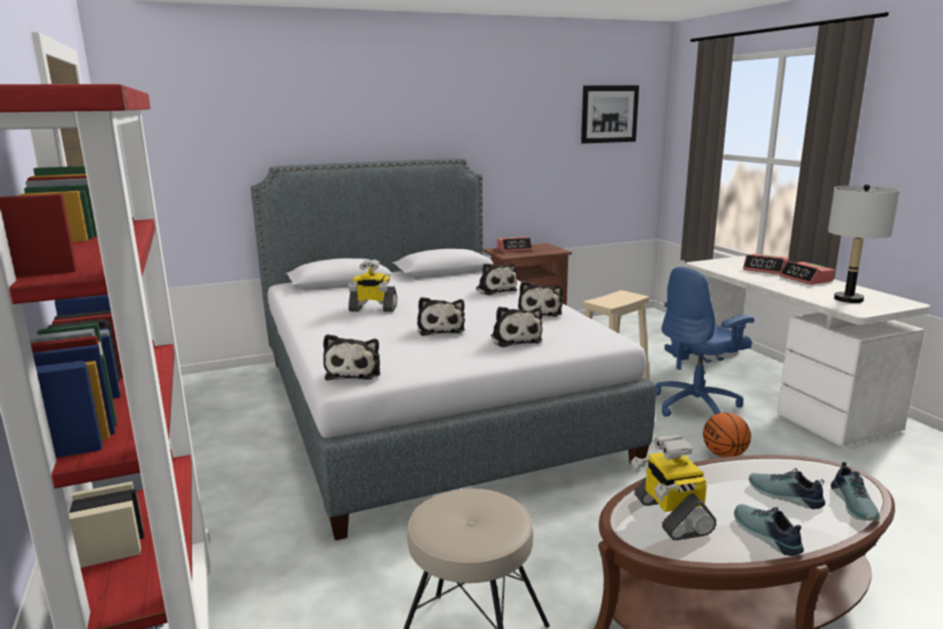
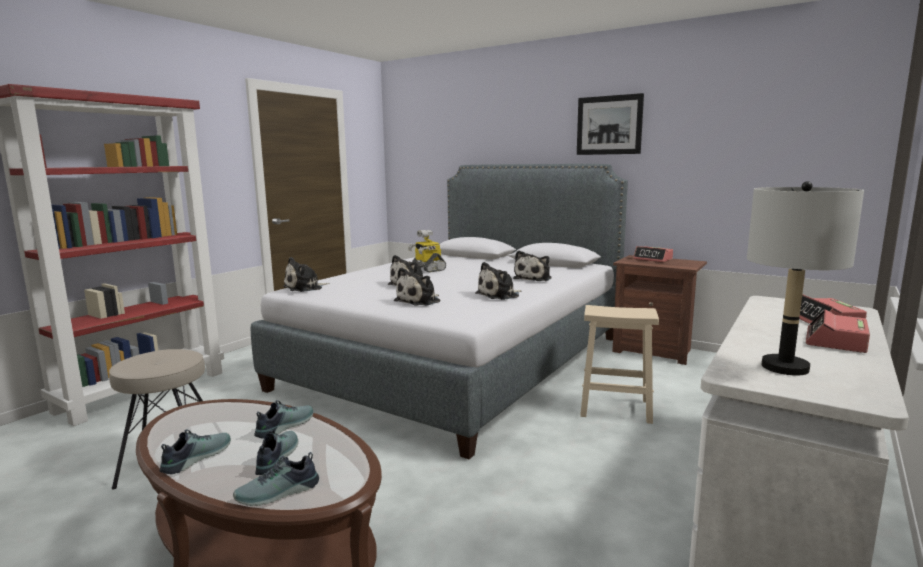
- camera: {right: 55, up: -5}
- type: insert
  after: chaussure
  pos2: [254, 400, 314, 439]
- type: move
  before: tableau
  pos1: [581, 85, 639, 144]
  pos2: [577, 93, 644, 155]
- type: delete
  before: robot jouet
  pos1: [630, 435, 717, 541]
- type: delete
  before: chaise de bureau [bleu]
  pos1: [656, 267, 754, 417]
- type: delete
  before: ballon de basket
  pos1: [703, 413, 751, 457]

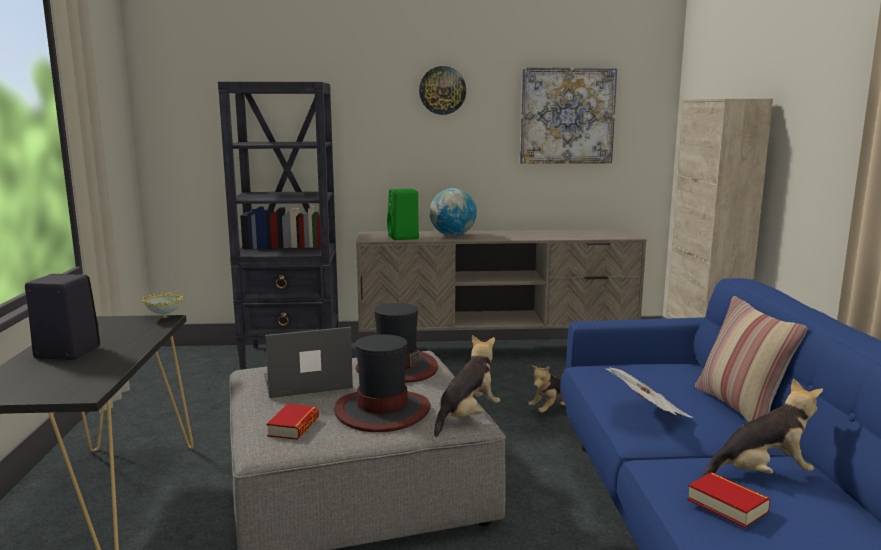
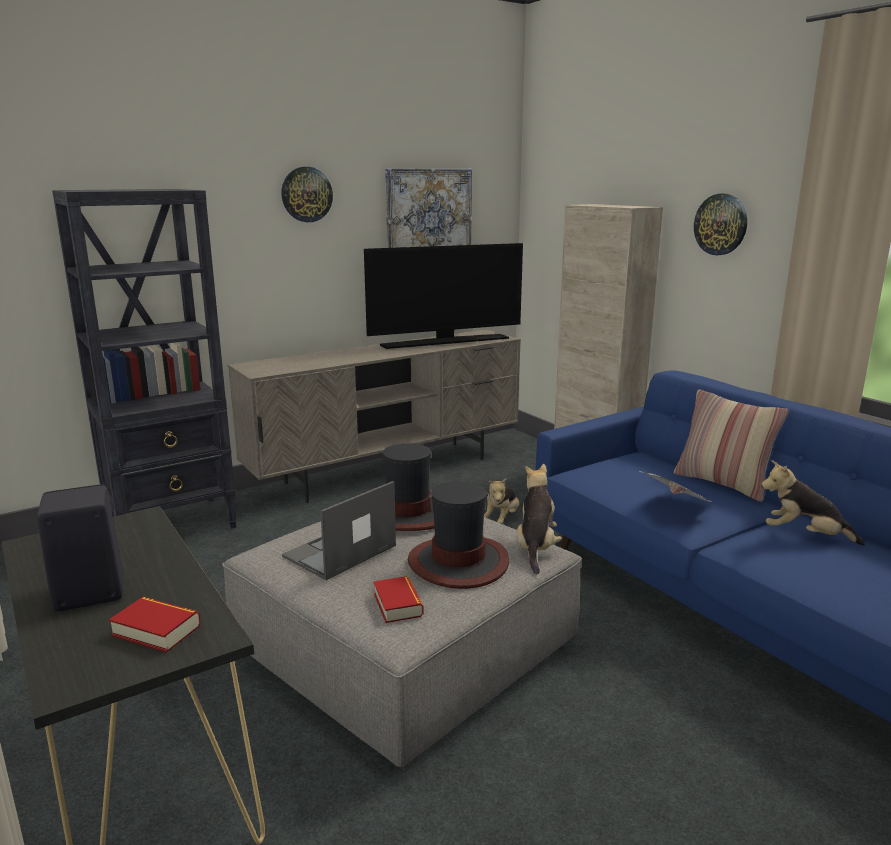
- camera: {right: -30, up: 5}
- type: move
  before: livre
  pos1: [687, 472, 770, 528]
  pos2: [109, 597, 201, 653]
- type: insert
  after: téléviseur
  pos2: [364, 243, 523, 349]
- type: insert
  after: horloge murale
  pos2: [694, 194, 747, 255]
- type: rotate
  before: peluche
  pos1: [701, 378, 823, 478]
  pos2: [761, 460, 865, 545]
  turn: -120
- type: delete
  before: bol
  pos1: [142, 292, 184, 318]
- type: delete
  before: enceinte [vert]
  pos1: [387, 188, 419, 240]
- type: delete
  before: globe
  pos1: [429, 188, 477, 236]

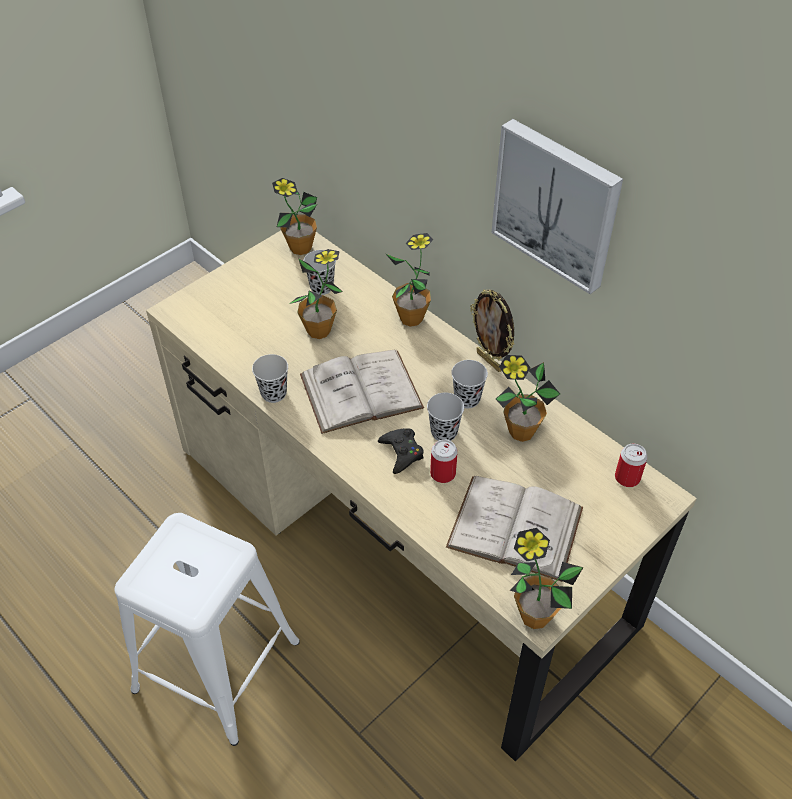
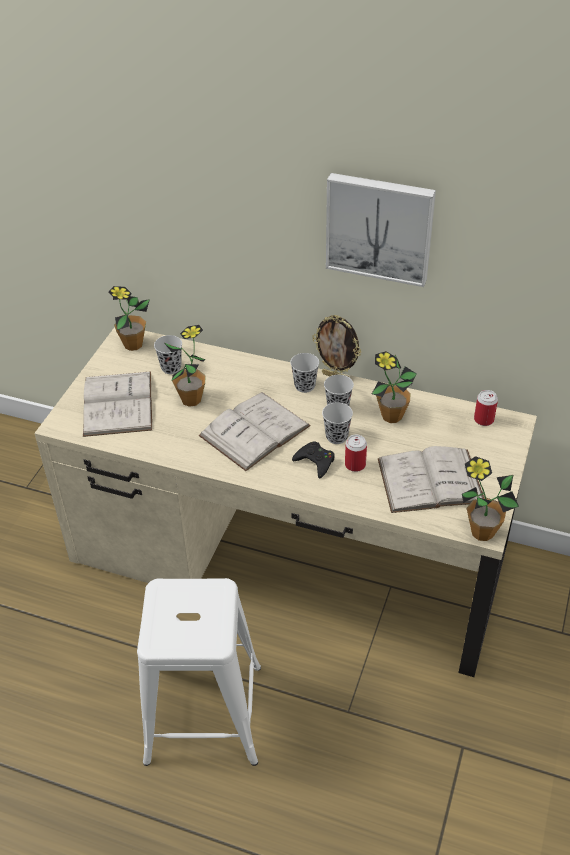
- camera: {right: -25, up: -5}
- type: insert
  after: livre [blanc]
  pos2: [83, 371, 152, 437]
- type: move
  before: tasse [noir]
  pos1: [252, 354, 288, 403]
  pos2: [290, 353, 319, 393]
- type: delete
  before: plante en pot
  pos1: [385, 233, 433, 327]

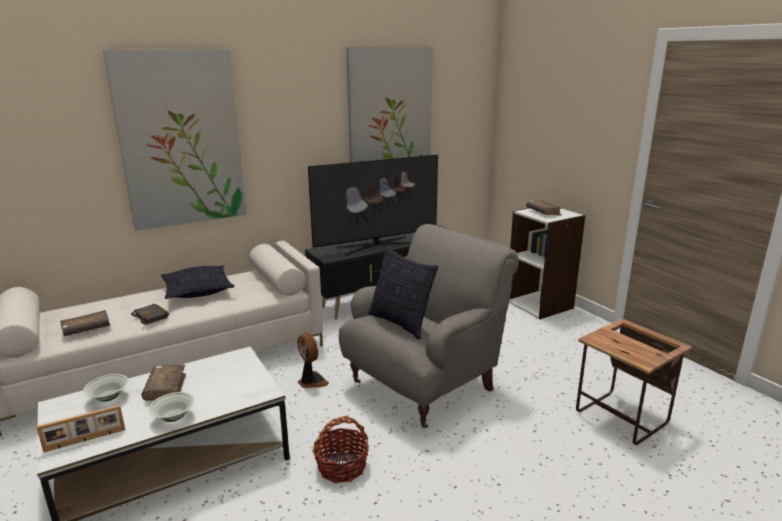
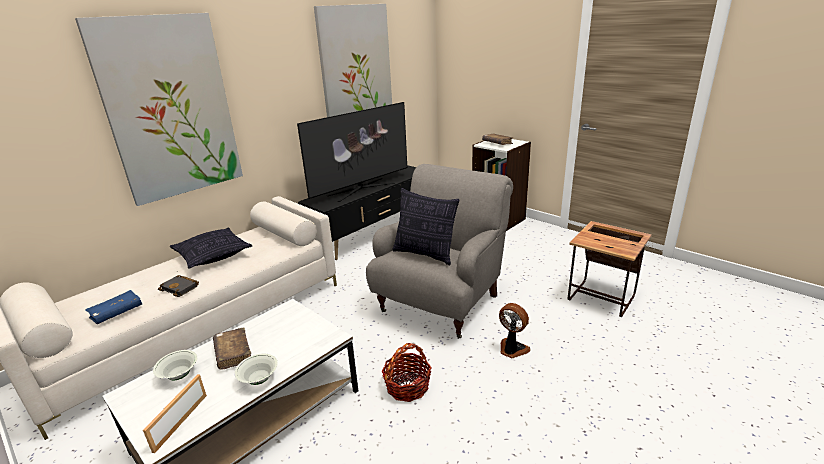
- camera: {right: -15, up: 5}
- type: recolor
  before: livre [marron]
  after: livre [bleu]
  pos1: [60, 310, 110, 336]
  pos2: [85, 290, 142, 324]
- type: rotate
  before: cadre photo
  pos1: [37, 405, 125, 453]
  pos2: [143, 374, 207, 453]
  turn: 150
- type: move
  before: ventilateur
  pos1: [297, 333, 329, 388]
  pos2: [499, 303, 531, 358]

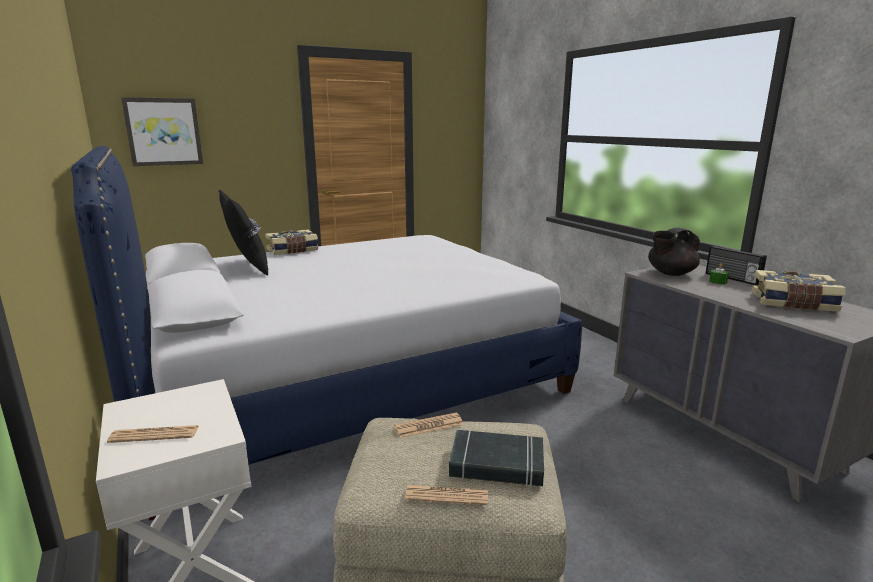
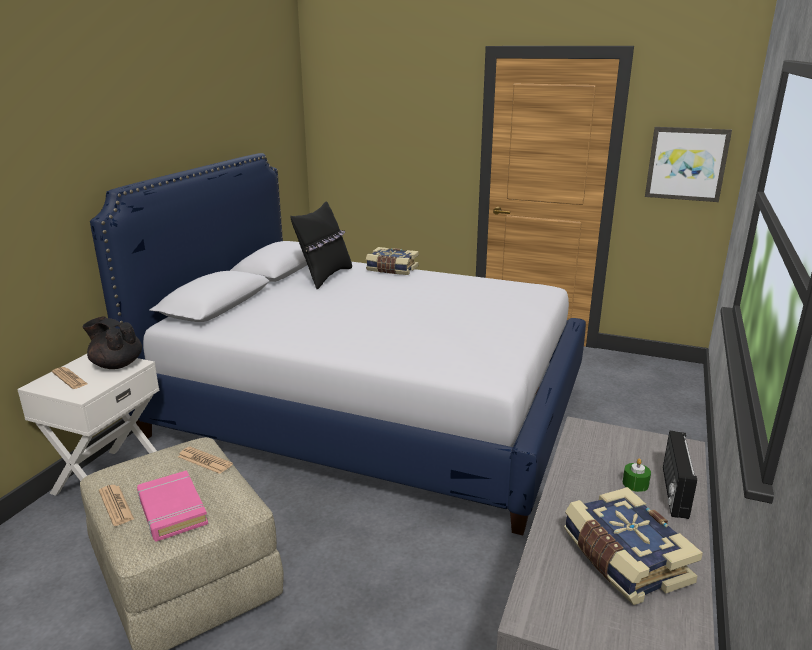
- camera: {right: 50, up: 5}
- type: move
  before: théière [noir]
  pos1: [648, 228, 700, 276]
  pos2: [82, 317, 142, 369]
- type: recolor
  before: livre [noir]
  after: livre [rose]
  pos1: [449, 430, 544, 487]
  pos2: [137, 470, 208, 541]
- type: move
  before: tableau
  pos1: [121, 97, 203, 166]
  pos2: [645, 127, 732, 202]

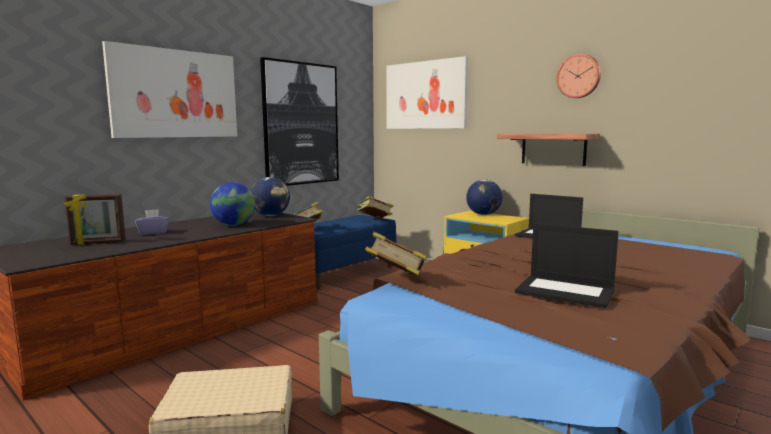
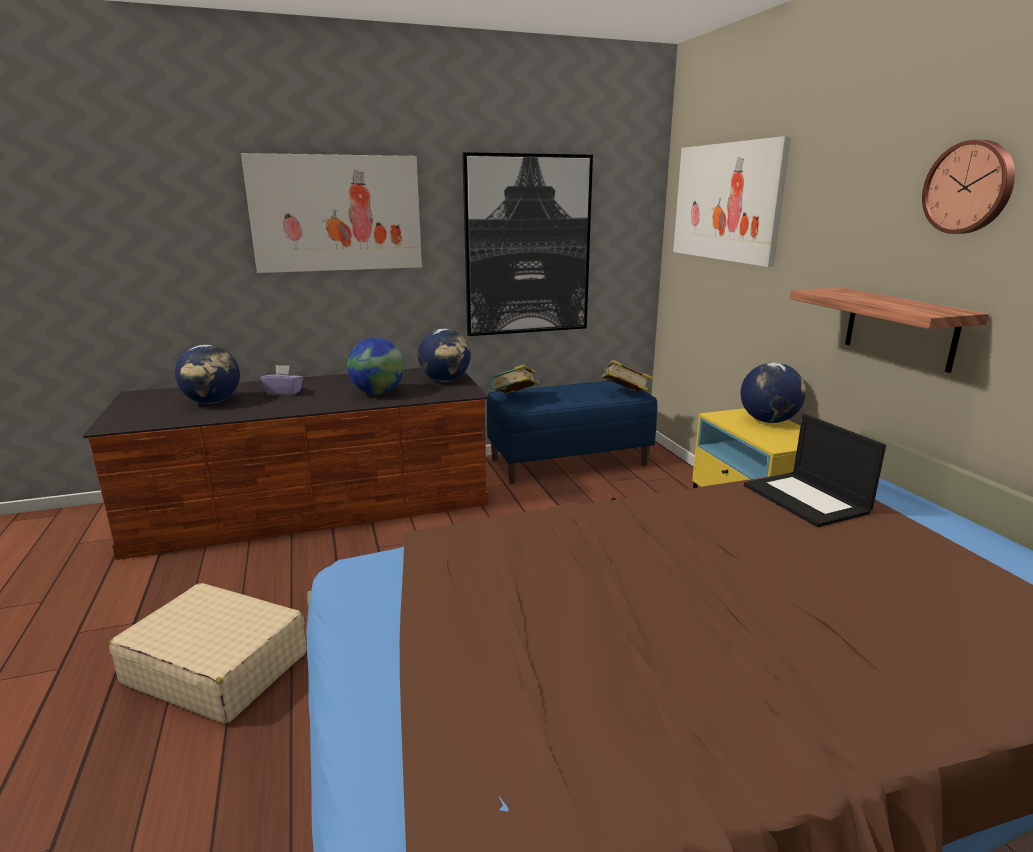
- camera: {right: 30, up: 10}
- type: replace
  before: cadre photo
  after: globe
  pos1: [64, 193, 126, 245]
  pos2: [175, 345, 240, 404]
- type: delete
  before: livre
  pos1: [365, 232, 427, 277]
- type: delete
  before: ordinateur portable
  pos1: [515, 223, 619, 308]

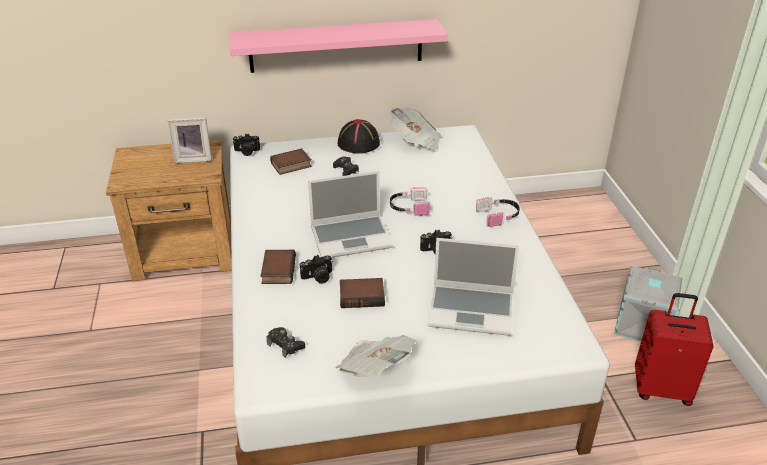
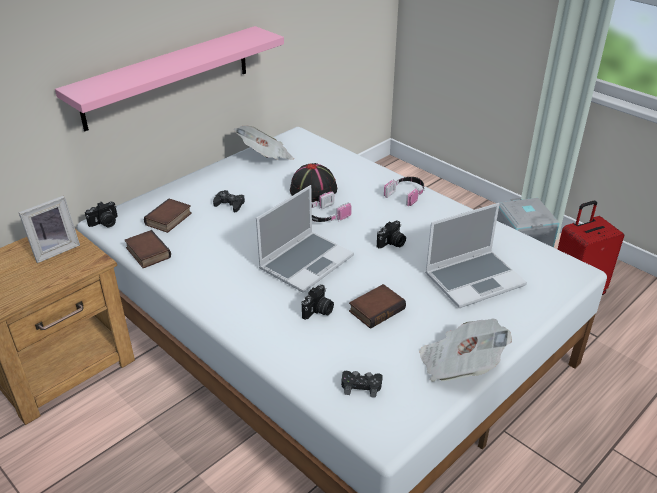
- camera: {right: -35, up: 0}
- type: move
  before: livre
  pos1: [261, 250, 296, 284]
  pos2: [125, 230, 171, 268]
- type: move
  before: chapeau [noir]
  pos1: [338, 119, 380, 154]
  pos2: [290, 163, 337, 202]

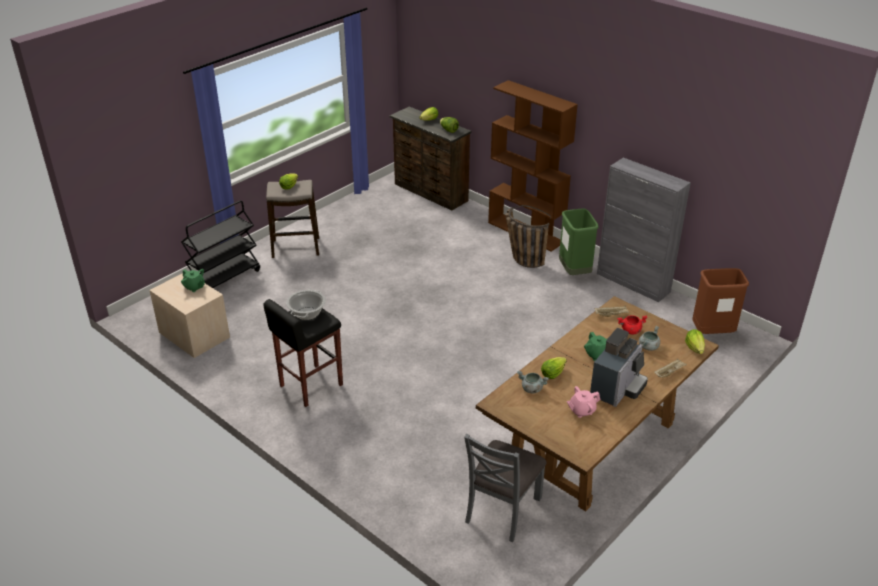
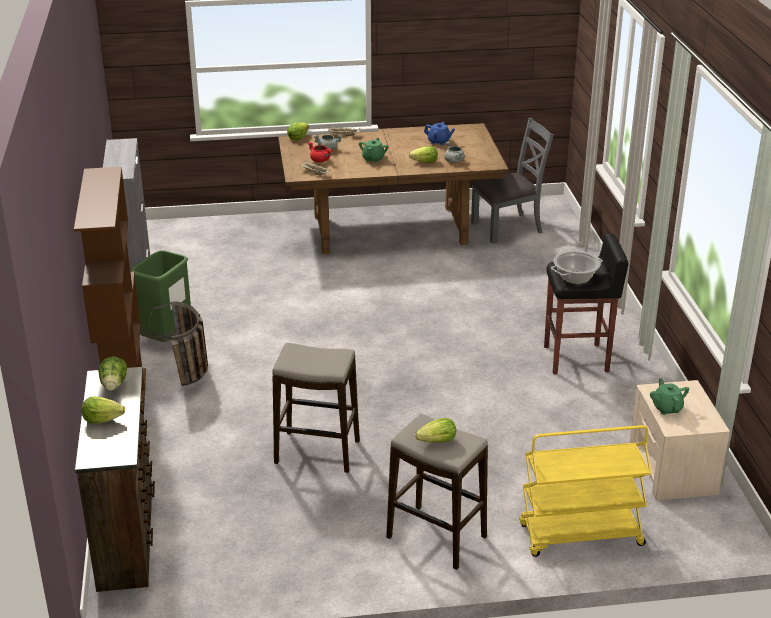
- camera: {right: -140, up: -5}
- type: insert
  after: tabouret
  pos2: [272, 343, 360, 473]
- type: recolor
  before: théière [rose]
  after: théière [bleu]
  pos1: [567, 386, 600, 418]
  pos2: [424, 122, 455, 146]
- type: recolor
  before: chariot [noir]
  after: chariot [jaune]
  pos1: [181, 201, 260, 288]
  pos2: [519, 425, 652, 557]
- type: delete
  before: machine à café
  pos1: [590, 328, 648, 407]
- type: delete
  before: poubelle [marron]
  pos1: [692, 268, 749, 334]

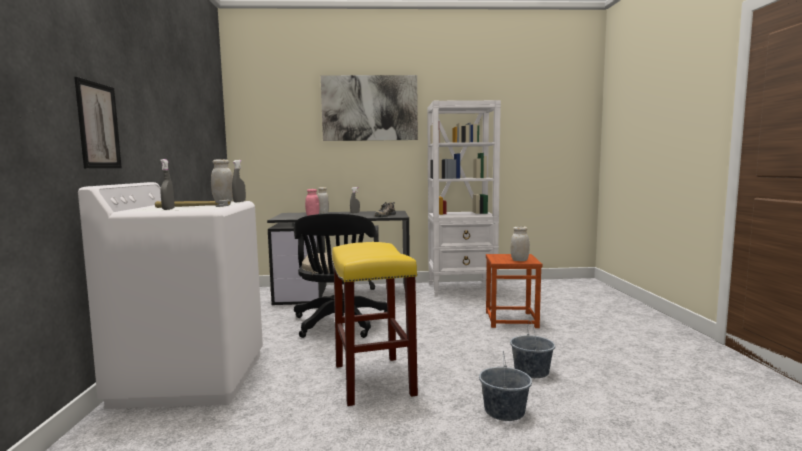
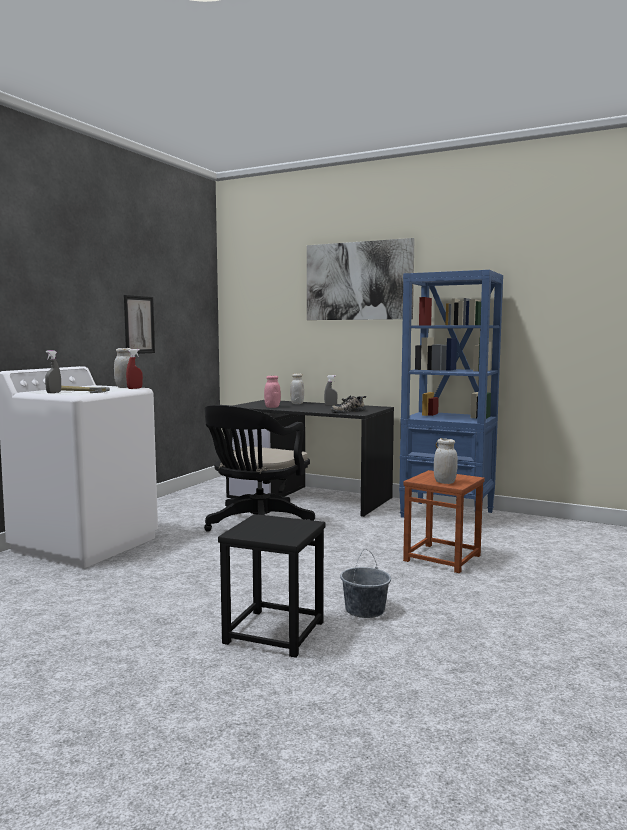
- camera: {right: 30, up: 0}
- type: move
  before: tableau
  pos1: [74, 77, 122, 168]
  pos2: [124, 295, 155, 354]
- type: recolor
  before: vaporisateur [gris]
  after: vaporisateur [rouge]
  pos1: [232, 160, 246, 202]
  pos2: [126, 349, 143, 389]
- type: replace
  before: seau [gris]
  after: tabouret [noir]
  pos1: [479, 351, 532, 421]
  pos2: [218, 514, 325, 658]
- type: recolor
  before: bibliothèque [blanc]
  after: bibliothèque [bleu]
  pos1: [427, 100, 501, 296]
  pos2: [399, 270, 503, 518]
- type: delete
  before: tabouret [jaune]
  pos1: [332, 242, 418, 406]

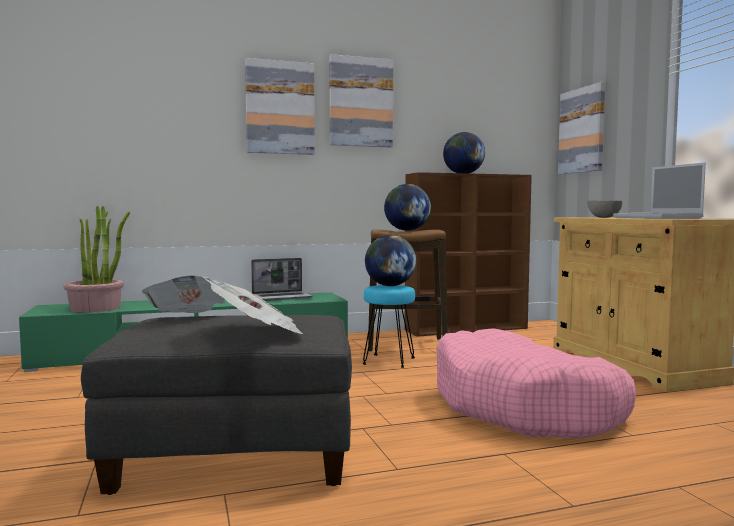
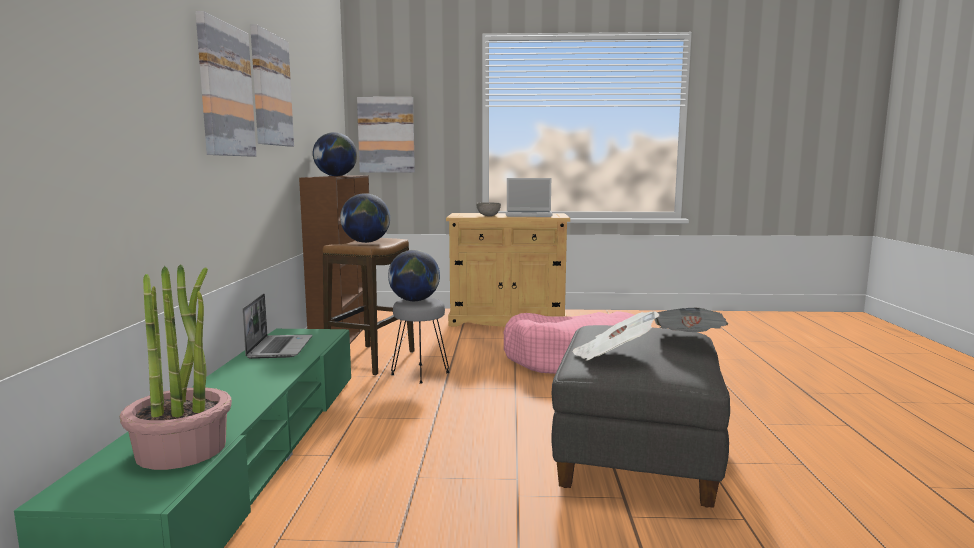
- camera: {right: -70, up: 5}
- type: recolor
  before: tabouret [turquoise]
  after: tabouret [gris]
  pos1: [363, 285, 415, 368]
  pos2: [391, 298, 450, 384]

